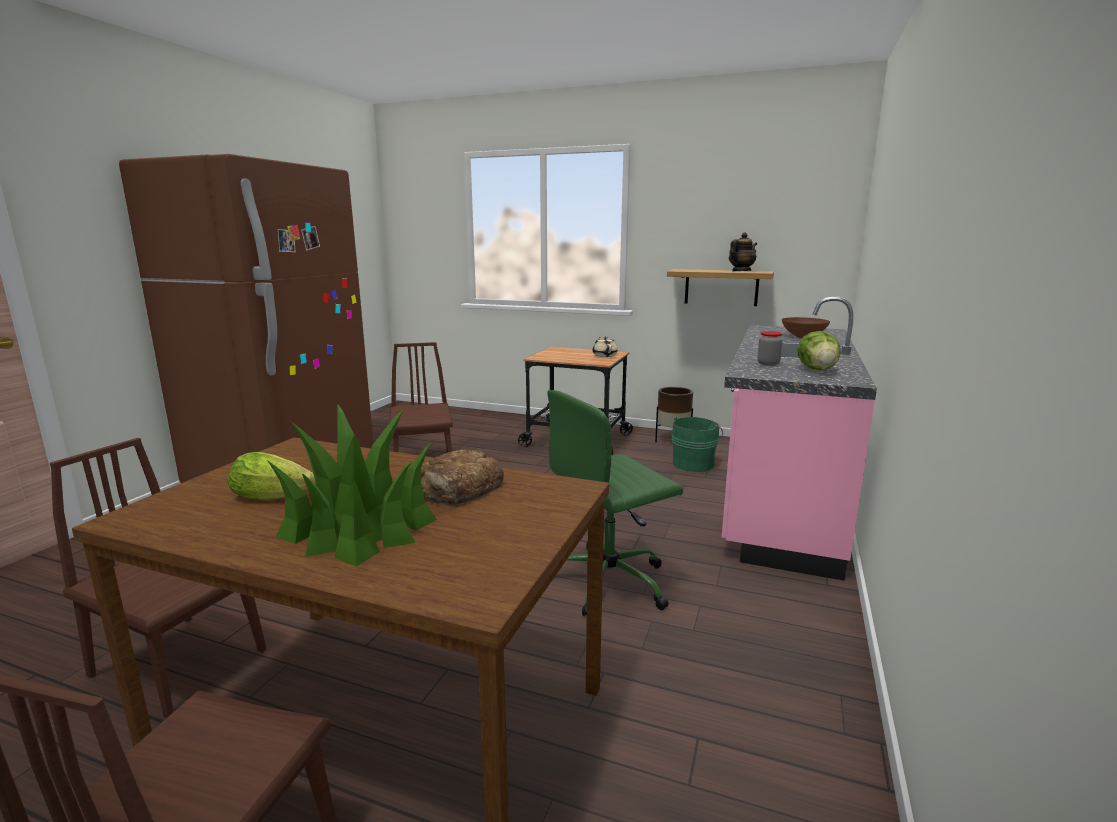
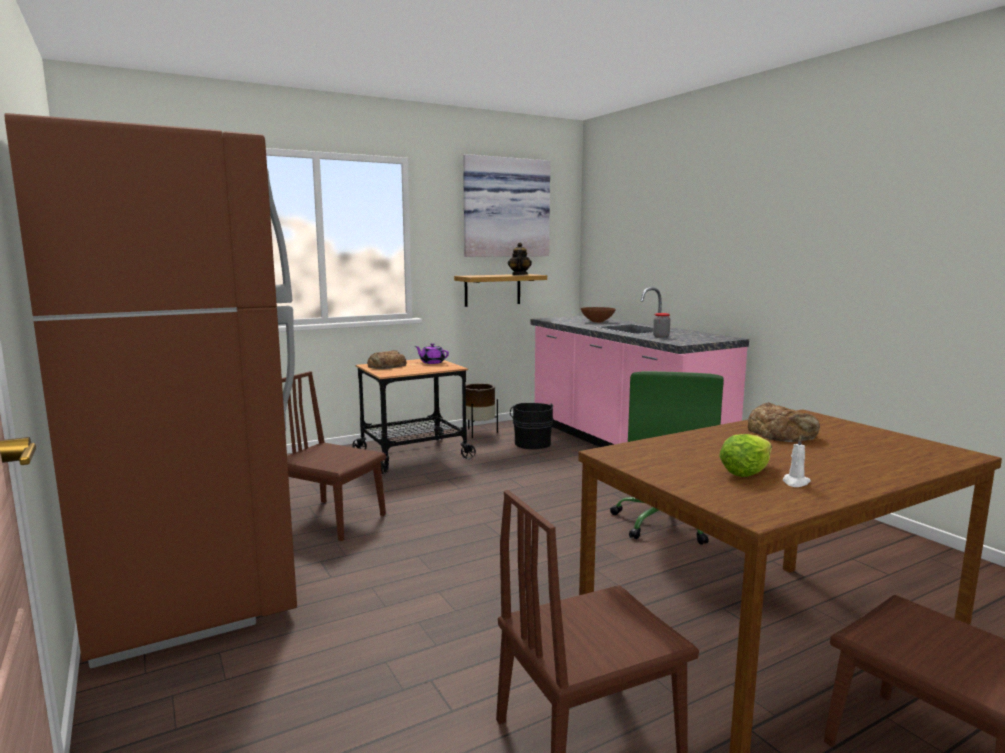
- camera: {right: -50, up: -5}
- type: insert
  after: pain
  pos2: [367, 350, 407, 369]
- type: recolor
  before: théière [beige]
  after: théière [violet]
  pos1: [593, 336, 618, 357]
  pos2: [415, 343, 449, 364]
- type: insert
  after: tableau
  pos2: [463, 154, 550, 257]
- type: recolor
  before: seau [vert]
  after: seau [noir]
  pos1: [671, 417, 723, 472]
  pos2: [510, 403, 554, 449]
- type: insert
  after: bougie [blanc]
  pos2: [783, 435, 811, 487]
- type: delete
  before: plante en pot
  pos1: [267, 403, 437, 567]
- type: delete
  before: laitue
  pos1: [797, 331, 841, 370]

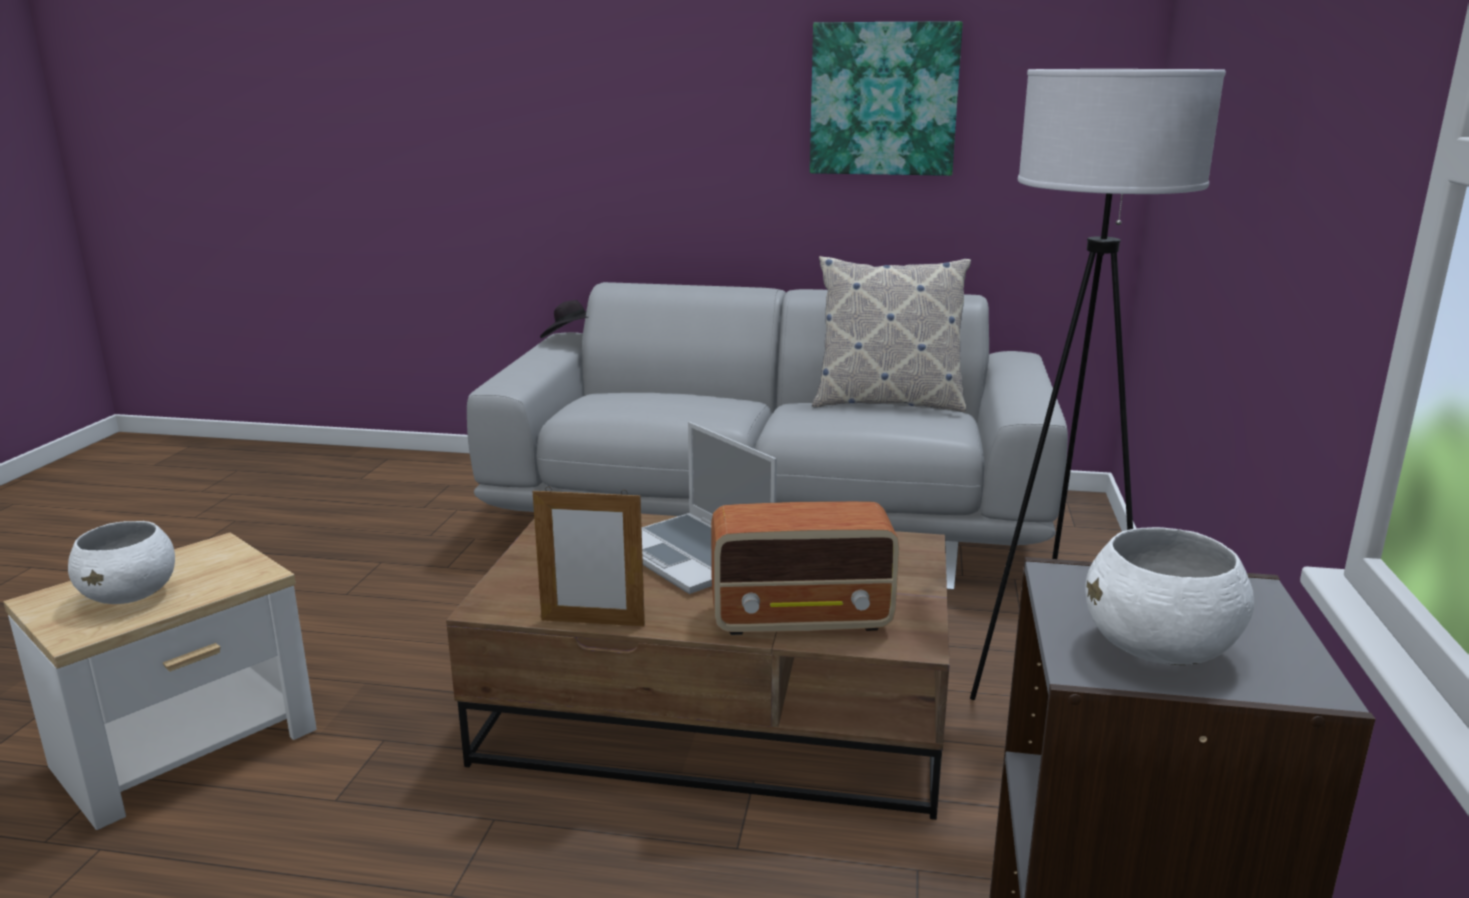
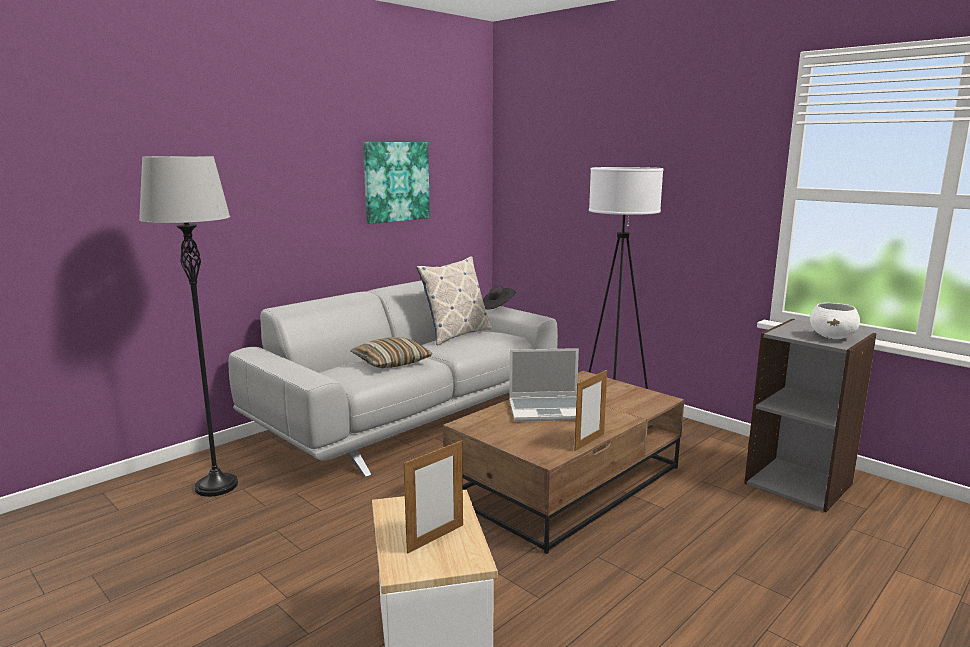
- camera: {right: -55, up: -5}
- type: insert
  after: lampadaire [gris]
  pos2: [139, 156, 238, 497]
- type: insert
  after: coussin
  pos2: [351, 337, 433, 368]
- type: replace
  before: bol [blanc]
  after: cadre photo
  pos1: [68, 521, 175, 604]
  pos2: [404, 440, 463, 554]
- type: move
  before: chapeau [noir]
  pos1: [540, 300, 589, 338]
  pos2: [483, 286, 516, 310]
- type: delete
  before: radio
  pos1: [711, 501, 899, 635]

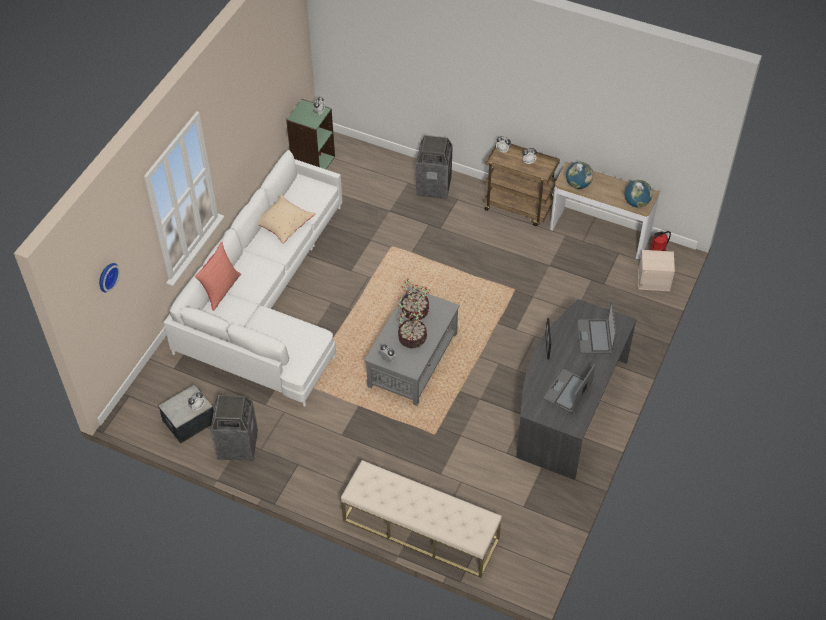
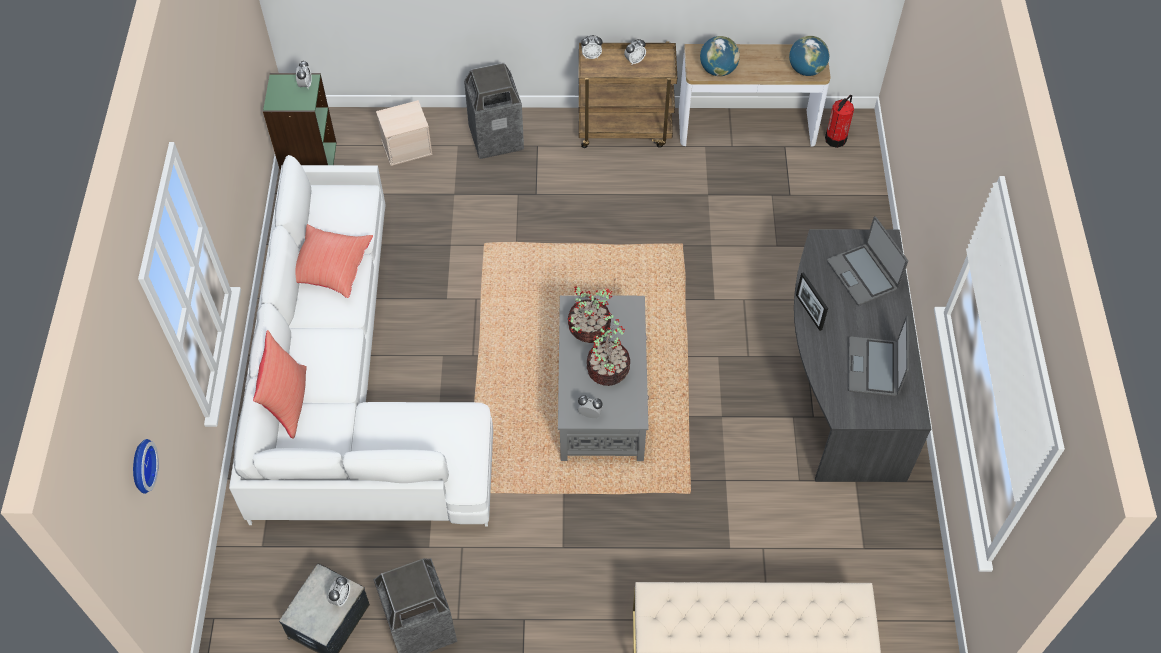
- camera: {right: -25, up: 5}
- type: recolor
  before: coussin [beige]
  after: coussin [rouge]
  pos1: [258, 194, 316, 244]
  pos2: [295, 224, 373, 298]
- type: move
  before: boîte de rangement [beige]
  pos1: [638, 250, 675, 291]
  pos2: [376, 100, 433, 166]

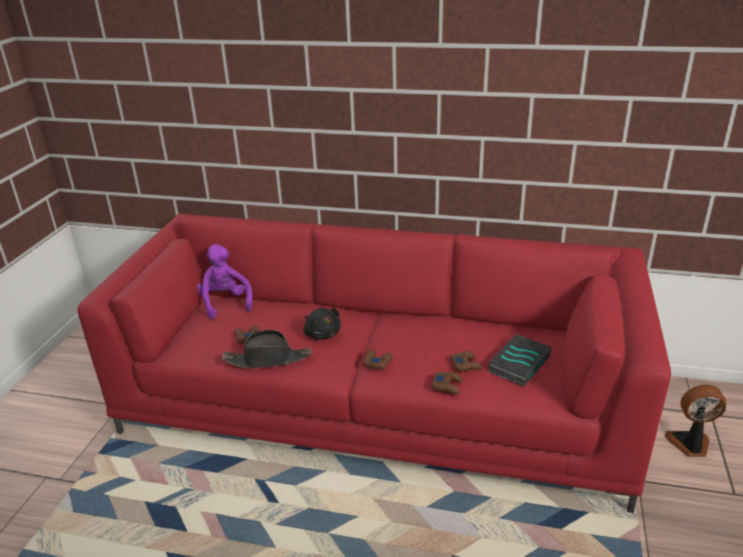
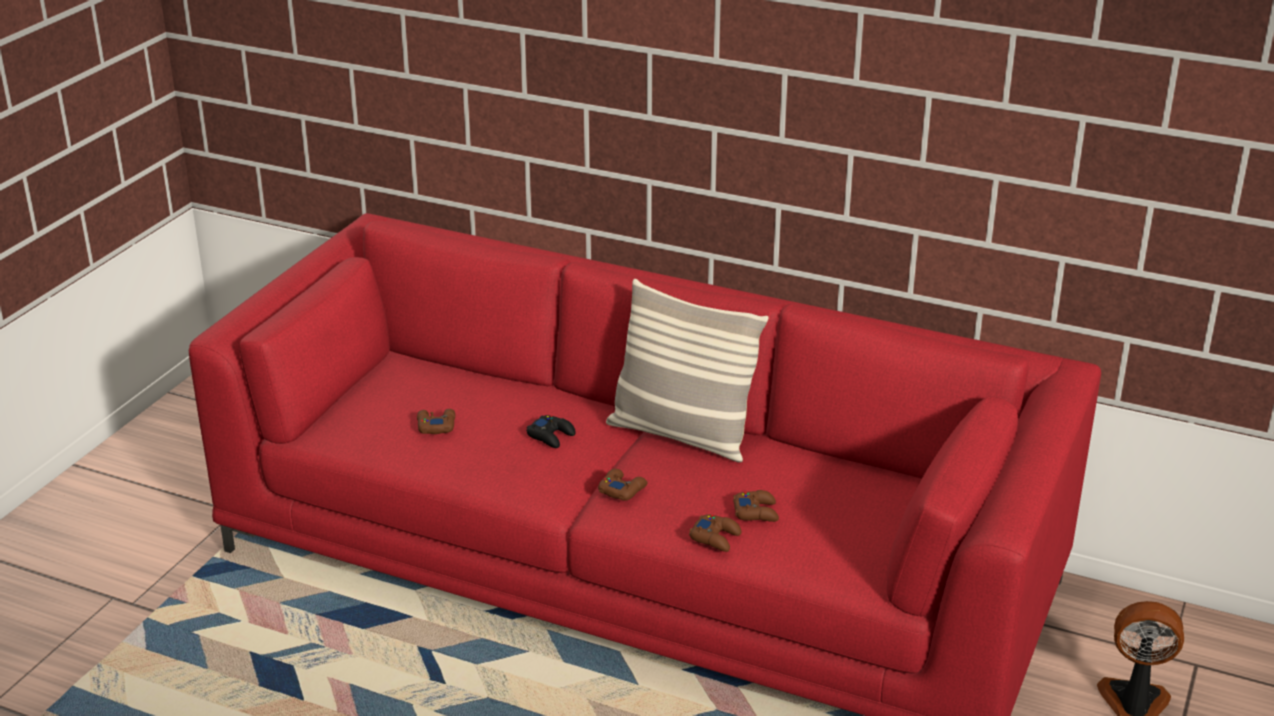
- camera: {right: 10, up: 0}
- type: replace
  before: peluche [noir]
  after: manette [noir]
  pos1: [303, 308, 341, 340]
  pos2: [526, 415, 576, 448]
- type: insert
  after: coussin
  pos2: [606, 279, 769, 462]
- type: delete
  before: peluche [violet]
  pos1: [197, 244, 253, 319]
- type: delete
  before: chapeau [noir]
  pos1: [222, 330, 312, 368]
- type: delete
  before: livre
  pos1: [488, 334, 552, 387]

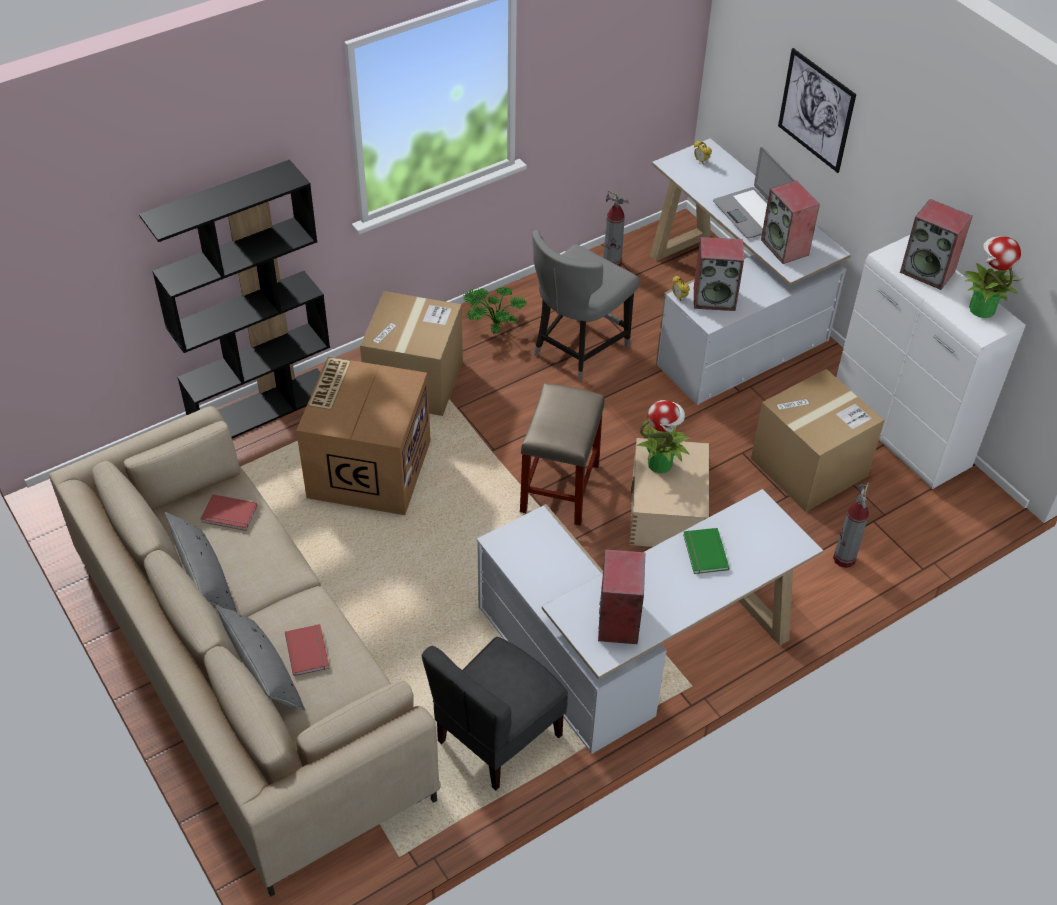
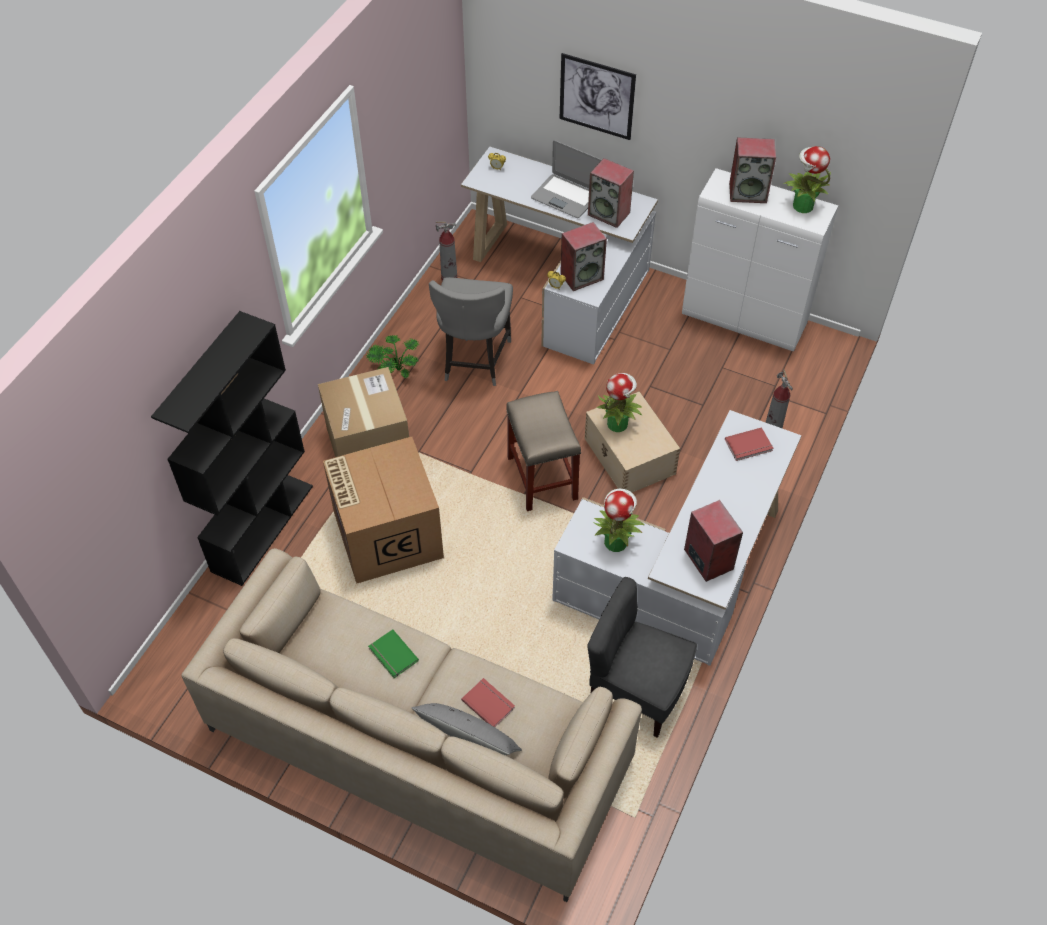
- camera: {right: -30, up: 5}
- type: move
  before: livre [vert]
  pos1: [683, 528, 729, 574]
  pos2: [368, 629, 419, 678]
- type: rotate
  before: chaise [gris]
  pos1: [422, 637, 568, 790]
  pos2: [588, 577, 697, 738]
  turn: 105
- type: insert
  after: plante en pot
  pos2: [594, 489, 645, 552]
- type: move
  before: livre [rouge]
  pos1: [201, 494, 258, 531]
  pos2: [725, 427, 774, 461]
- type: delete
  before: coussin [gris]
  pos1: [165, 512, 237, 612]
- type: delete
  before: carton
  pos1: [751, 369, 885, 512]

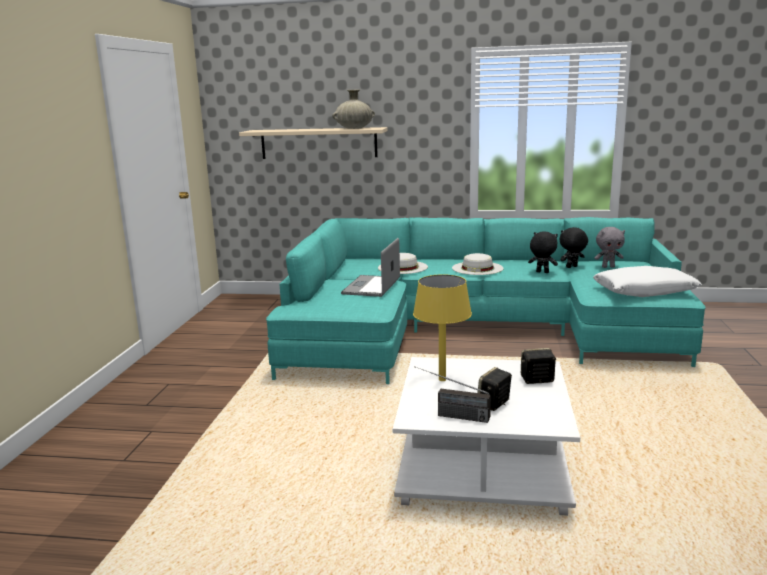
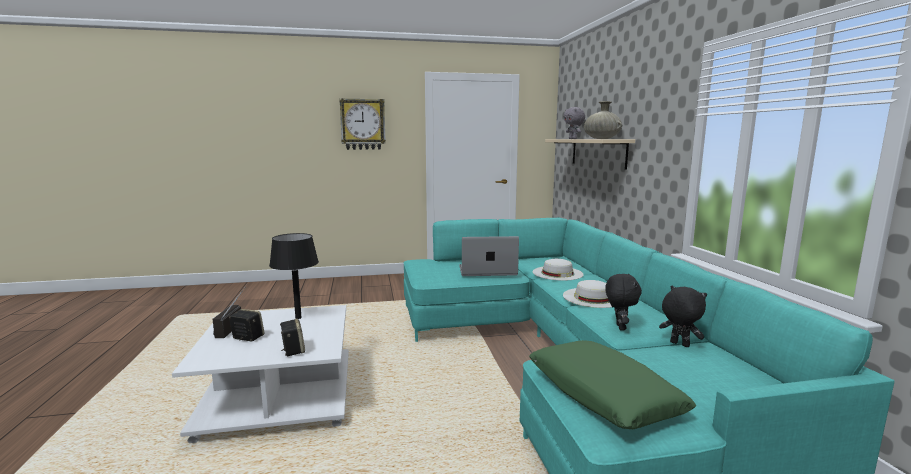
- camera: {right: 70, up: -5}
- type: recolor
  before: lampe de table [jaune]
  after: lampe de table [noir]
  pos1: [413, 274, 472, 381]
  pos2: [269, 233, 319, 319]
- type: insert
  after: horloge murale
  pos2: [339, 98, 386, 150]
- type: recolor
  before: coussin [blanc]
  after: coussin [vert]
  pos1: [593, 266, 702, 297]
  pos2: [529, 340, 697, 429]
- type: move
  before: peluche [gris]
  pos1: [594, 227, 625, 268]
  pos2: [564, 107, 585, 139]

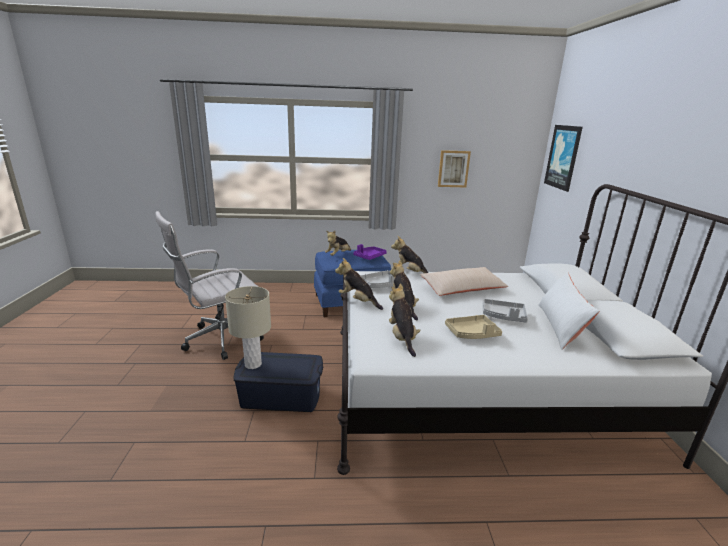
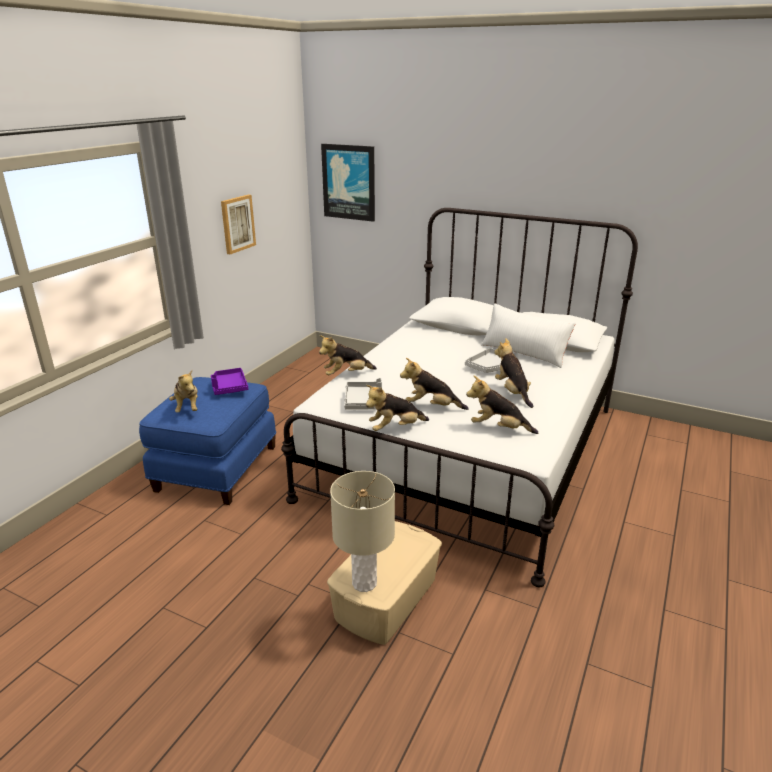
- camera: {right: -60, up: 5}
- type: recolor
  before: boîte de rangement [bleu]
  after: boîte de rangement [beige]
  pos1: [233, 352, 323, 412]
  pos2: [327, 521, 442, 645]
- type: replace
  before: plateau [beige]
  after: peluche
  pos1: [445, 315, 502, 339]
  pos2: [494, 338, 533, 408]
- type: delete
  before: chaise de bureau [blanc]
  pos1: [156, 211, 264, 360]
- type: delete
  before: coussin [beige]
  pos1: [420, 267, 508, 296]

